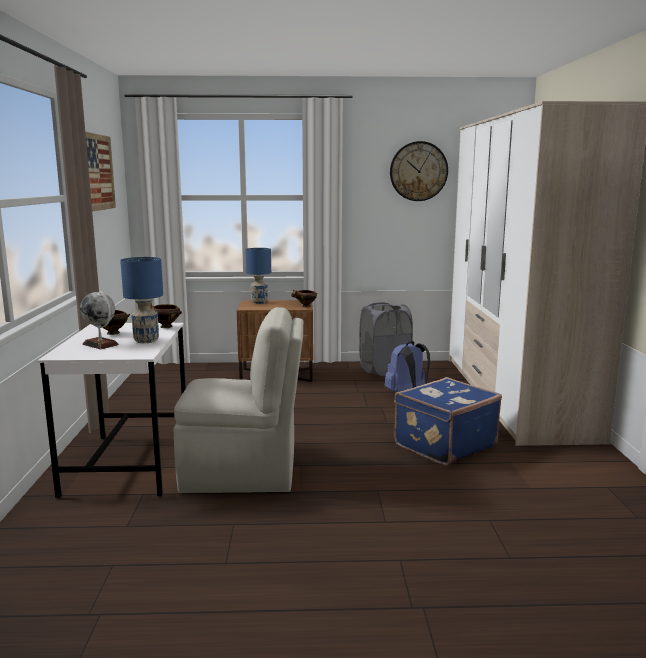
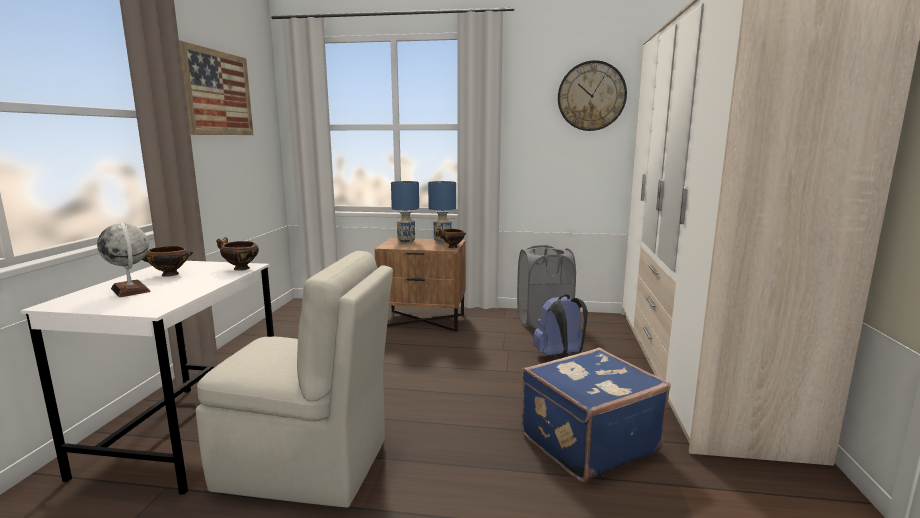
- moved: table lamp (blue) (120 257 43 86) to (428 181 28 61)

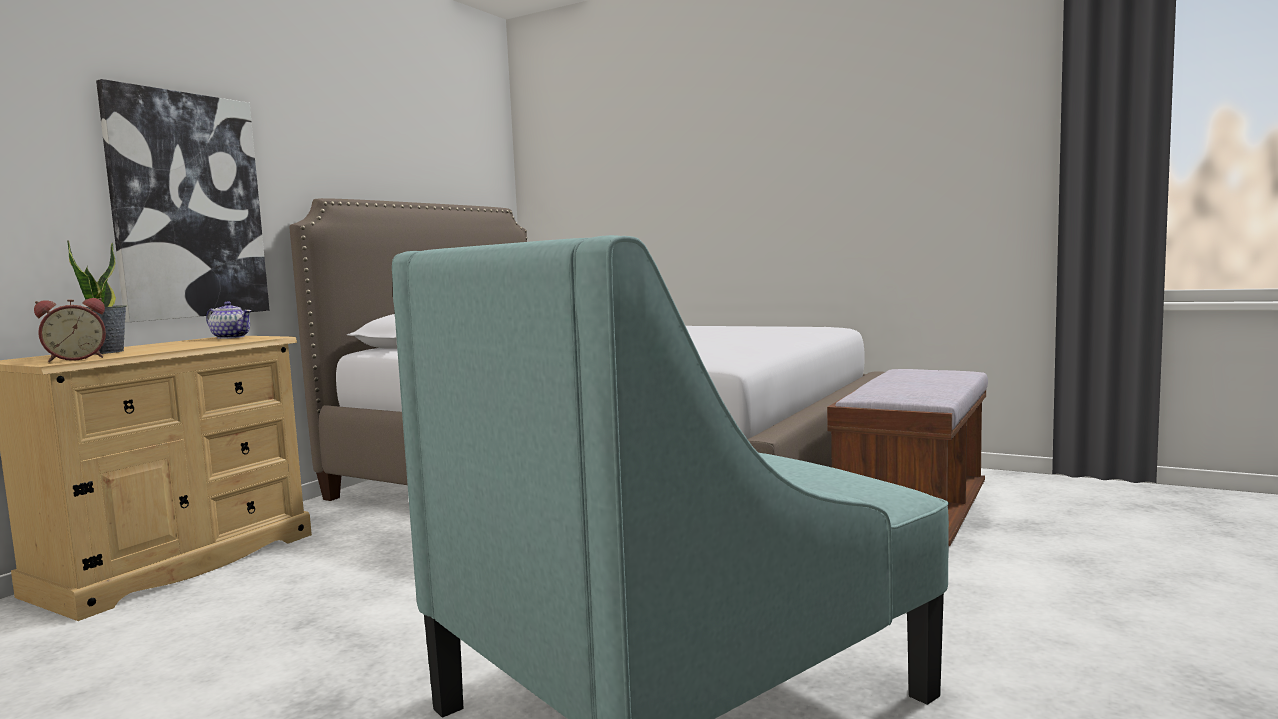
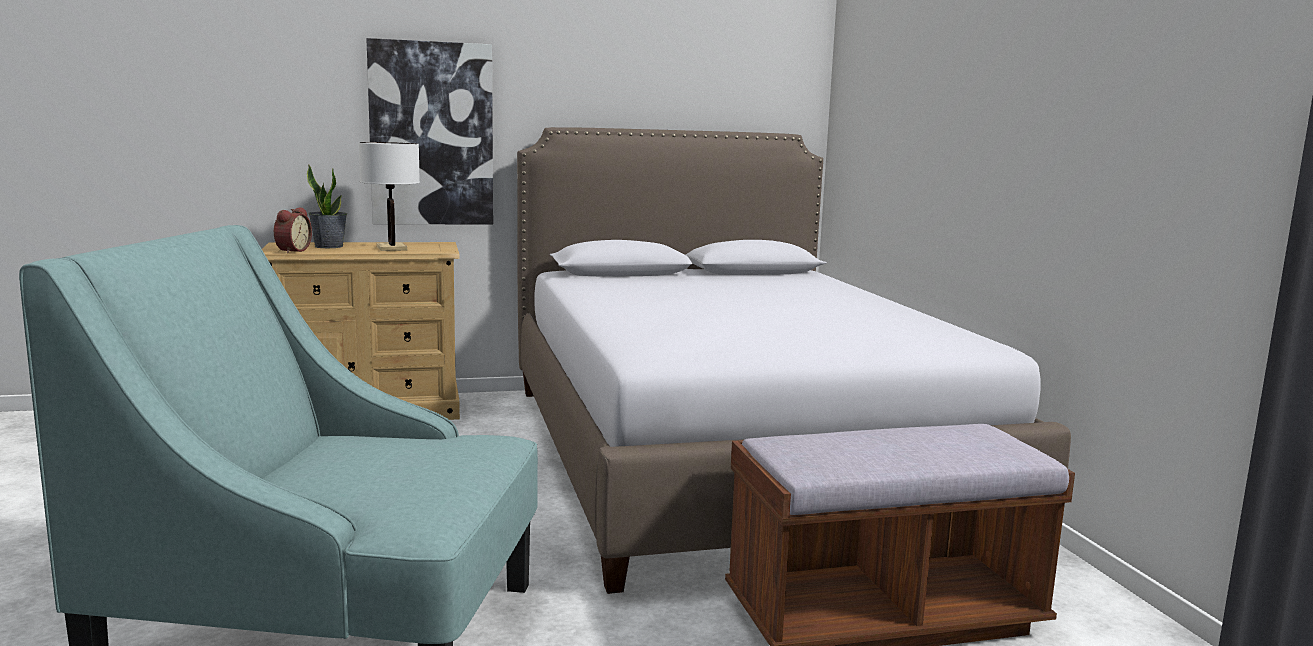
- turned: alarm clock (34 298 72 64) = (274 207 38 46) 90 degrees counterclockwise
- removed: teapot (206 301 46 38)
- added: table lamp (white) (359 142 61 109)

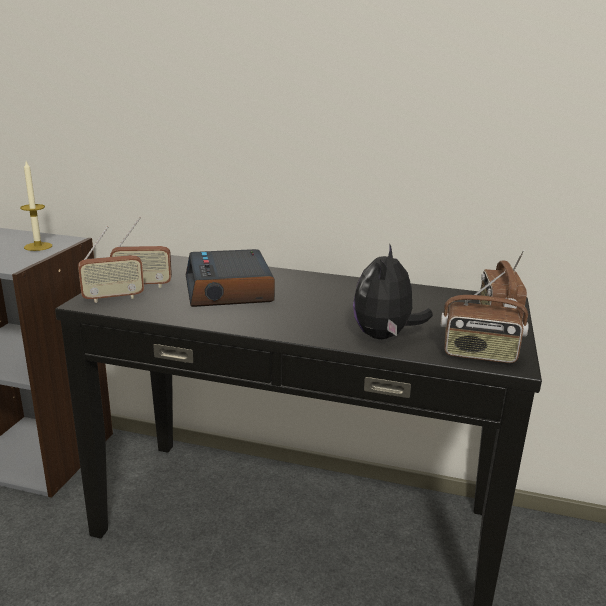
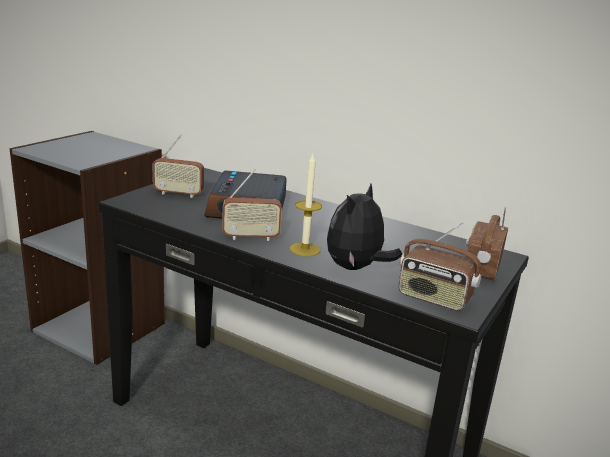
- moved: candle (20 161 32 90) to (290 154 32 102)
- moved: radio (78 226 66 77) to (222 169 60 72)

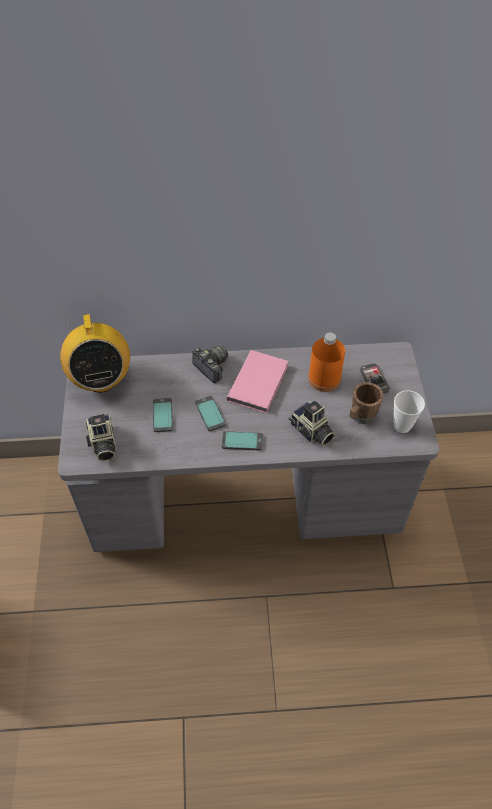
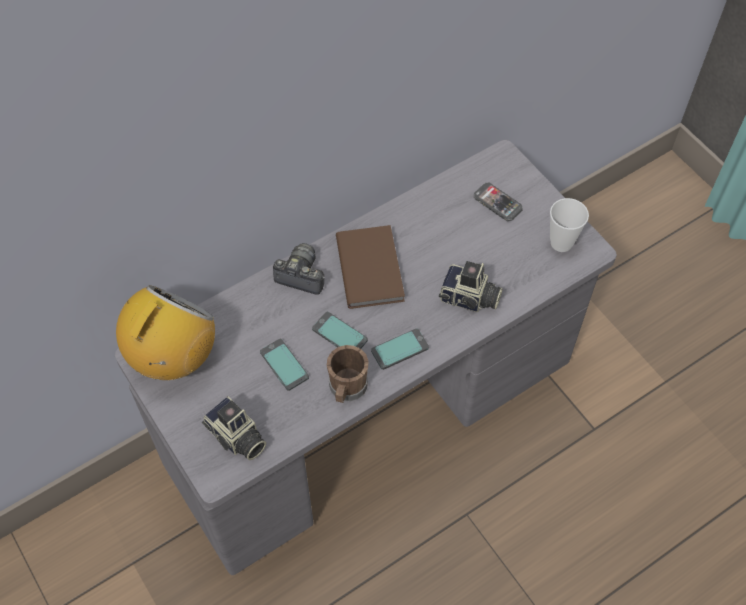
- turned: radio (60 314 70 79) = (116 285 99 95) 105 degrees counterclockwise
- removed: bottle (orange) (308 332 37 60)
- recoloured: book (pink) (227 350 62 63) to book (brown) (336 225 69 84)
- moved: mug (brown) (349 382 34 42) to (327 345 42 58)

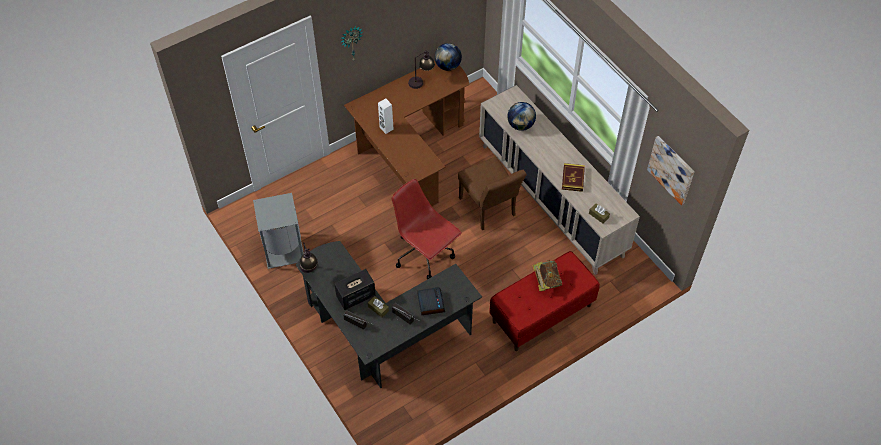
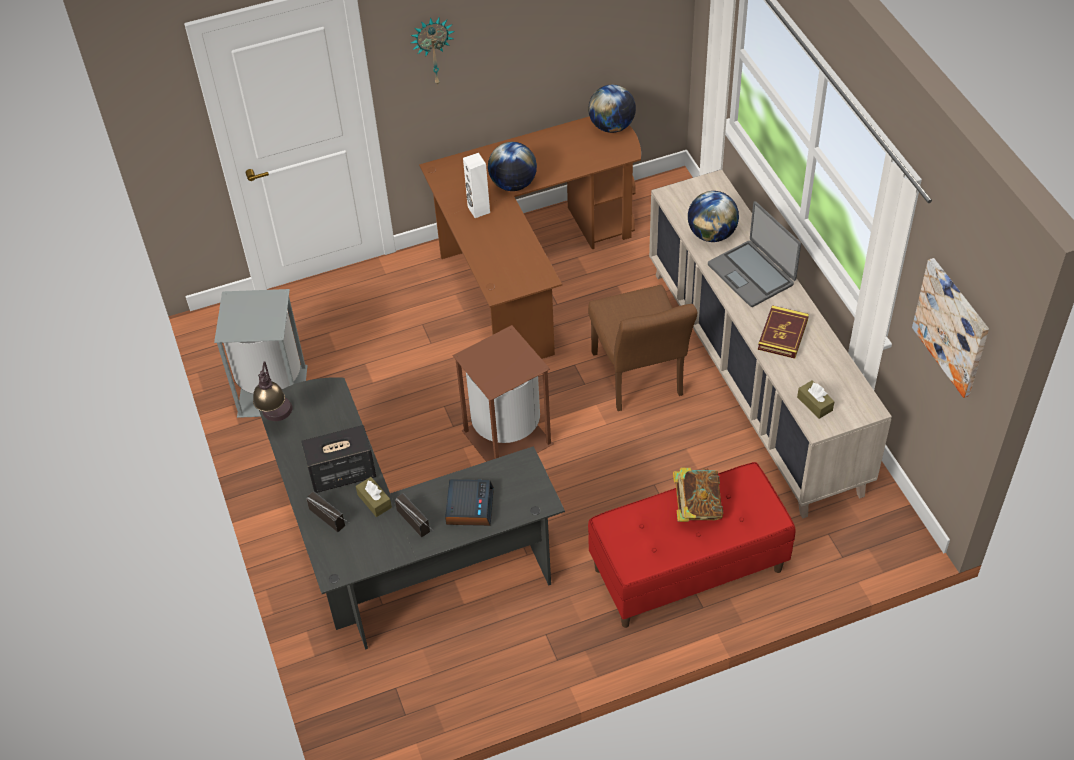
- removed: table lamp (408 50 27 39)
- replaced: office chair (red) (392 179 70 100) to trash can (brown) (452 325 101 137)
- added: globe (488 142 49 49)
- added: laptop (708 201 93 106)

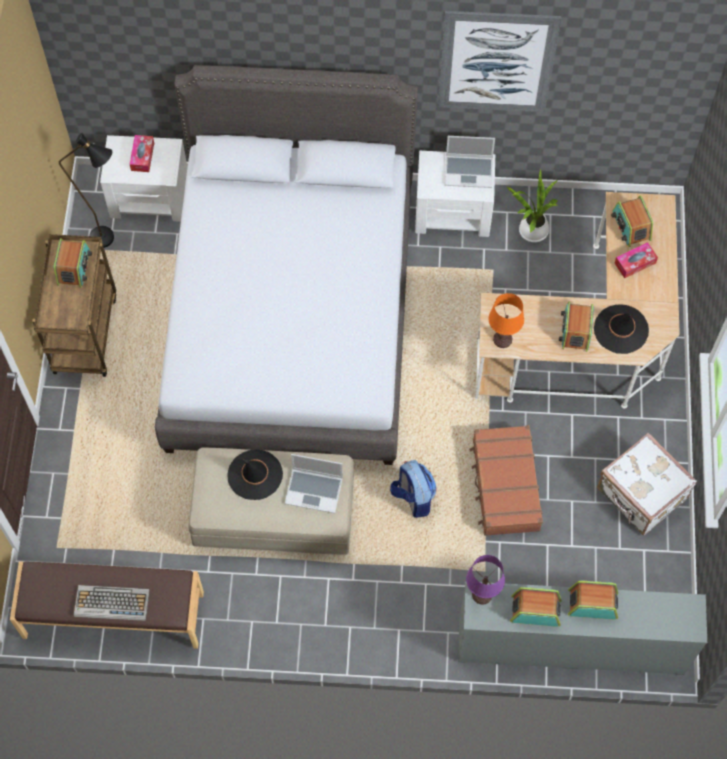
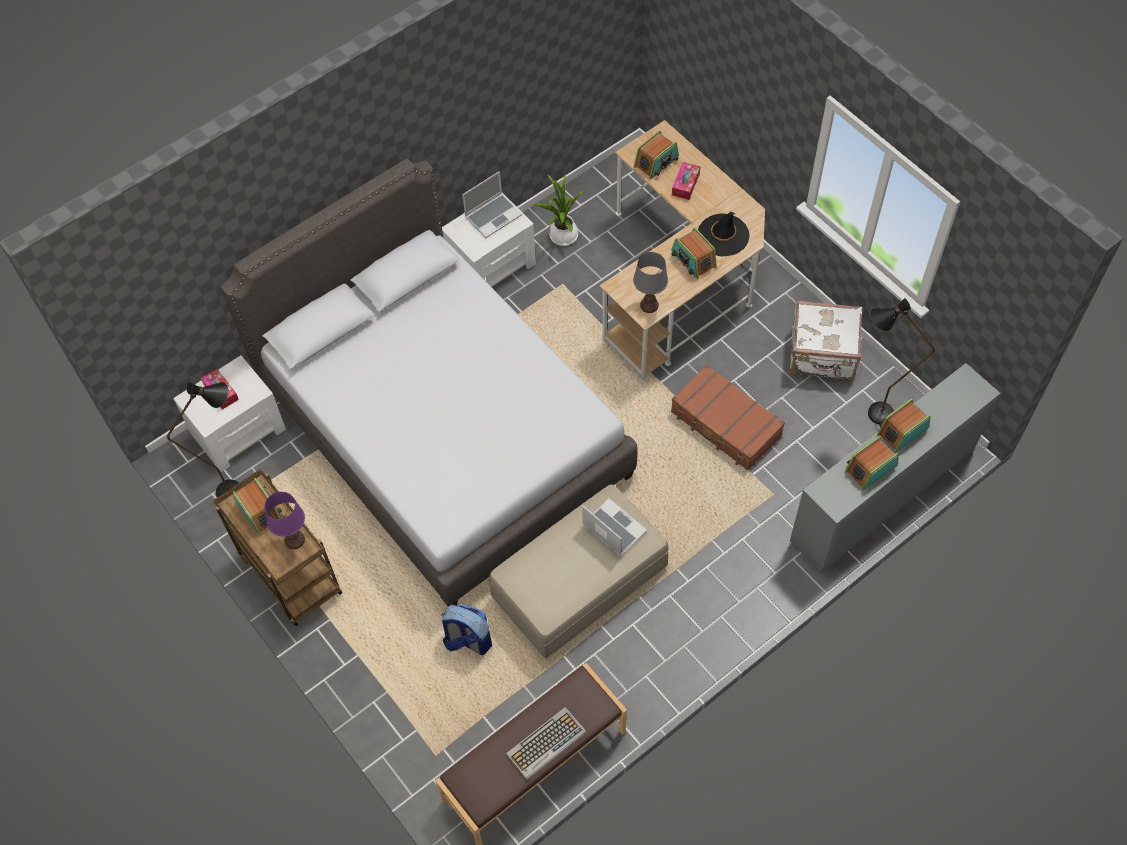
- removed: picture (438 11 124 101)
- turned: radio (611 195 42 52) = (634 130 45 50) 75 degrees counterclockwise
- recoloured: table lamp (orange) (489 293 35 55) to table lamp (grey) (633 252 35 61)
- removed: hat (black) (228 449 55 51)
- turned: laptop (285 454 58 59) = (582 498 65 59) 105 degrees counterclockwise
- moved: backpack (390 460 46 58) to (441 604 51 51)
- moved: table lamp (purple) (466 555 39 49) to (264 492 41 57)
- added: floor lamp (black) (868 298 67 127)

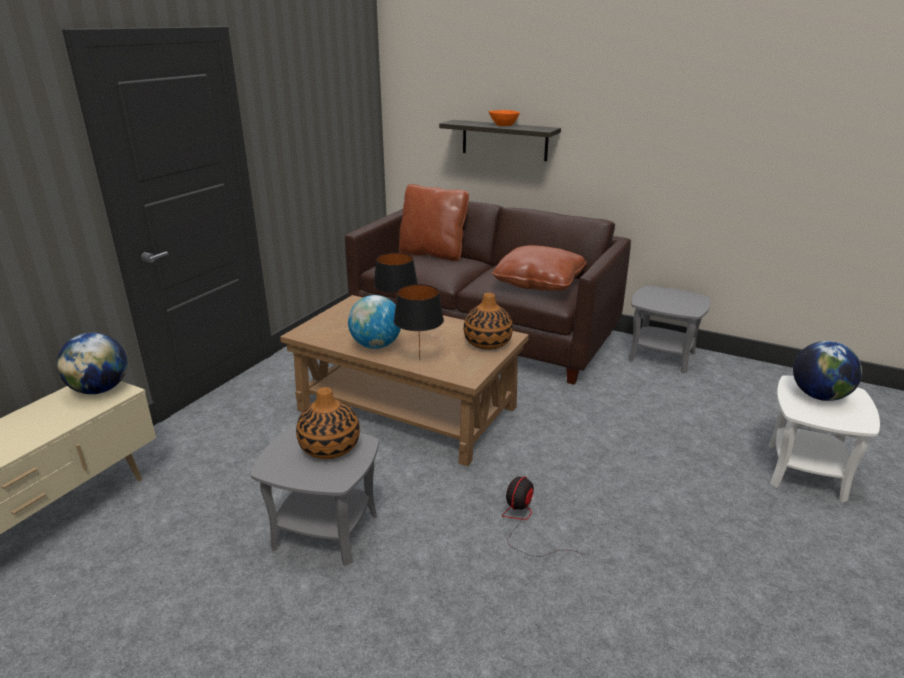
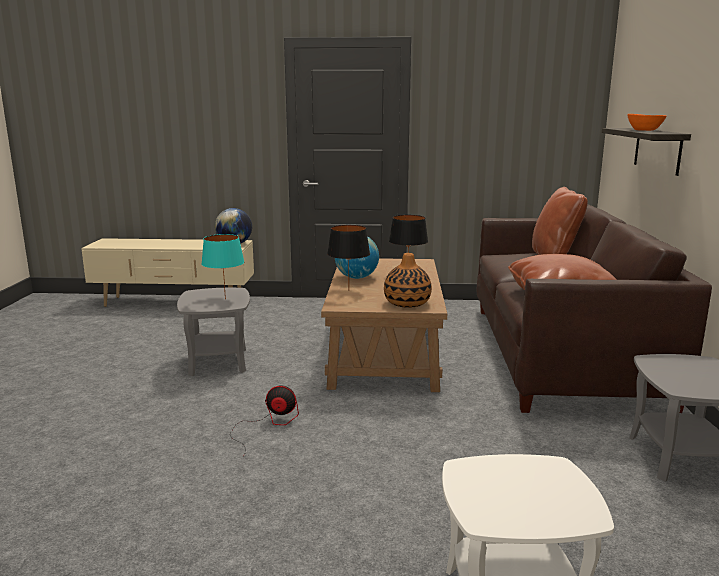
- removed: globe (793 341 69 60)
- replaced: vase (296 387 64 72) to table lamp (turquoise) (201 234 43 66)

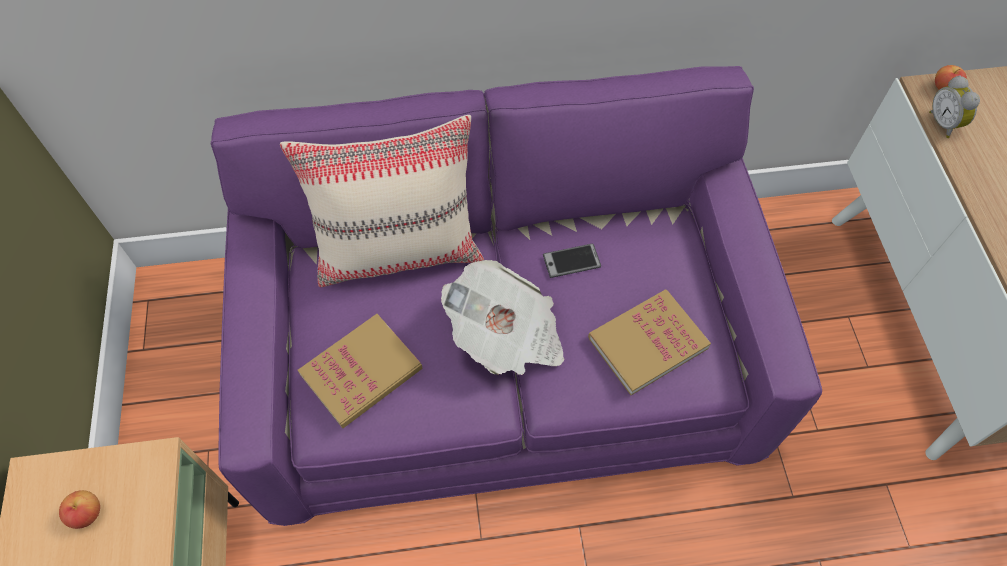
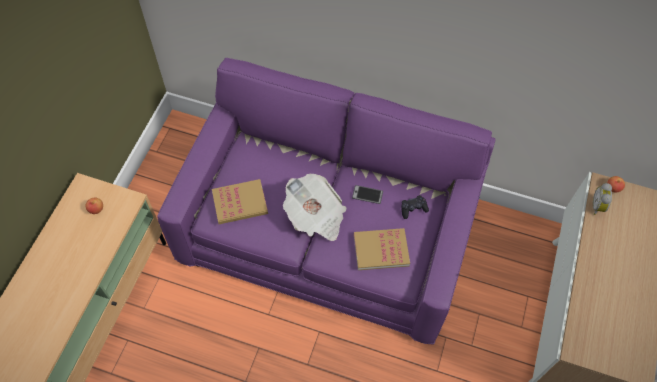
- removed: pillow (beige) (280 115 204 172)
- added: game controller (black) (401 195 28 24)

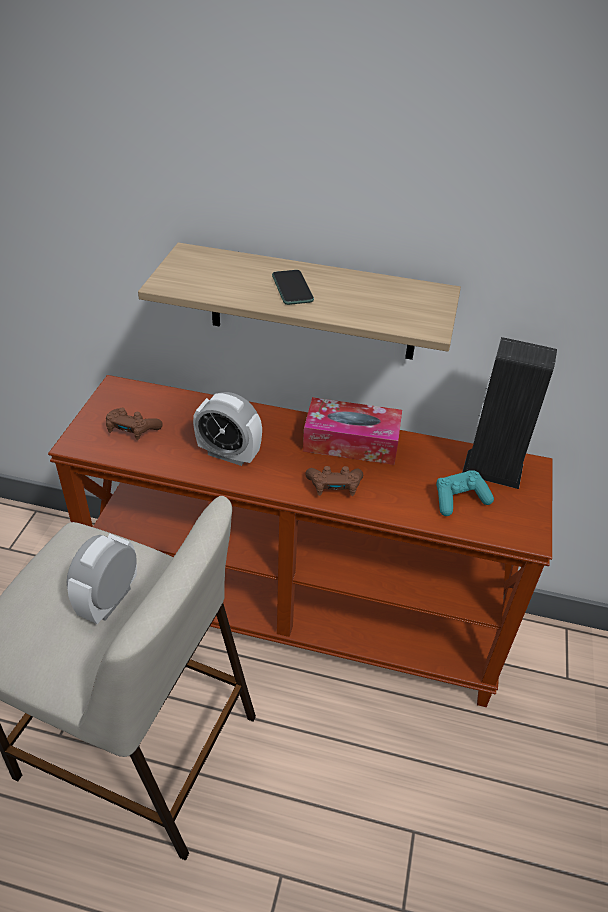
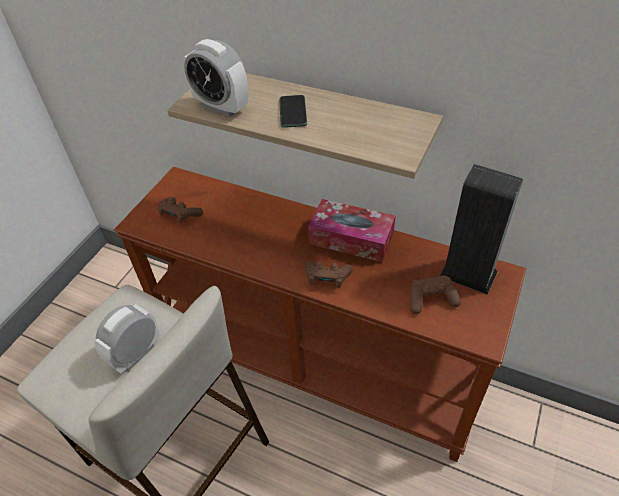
- moved: alarm clock (193 392 69 74) to (184 39 64 78)
- recoloured: game controller (turquoise) (436 470 58 46) to game controller (brown) (411 275 50 39)

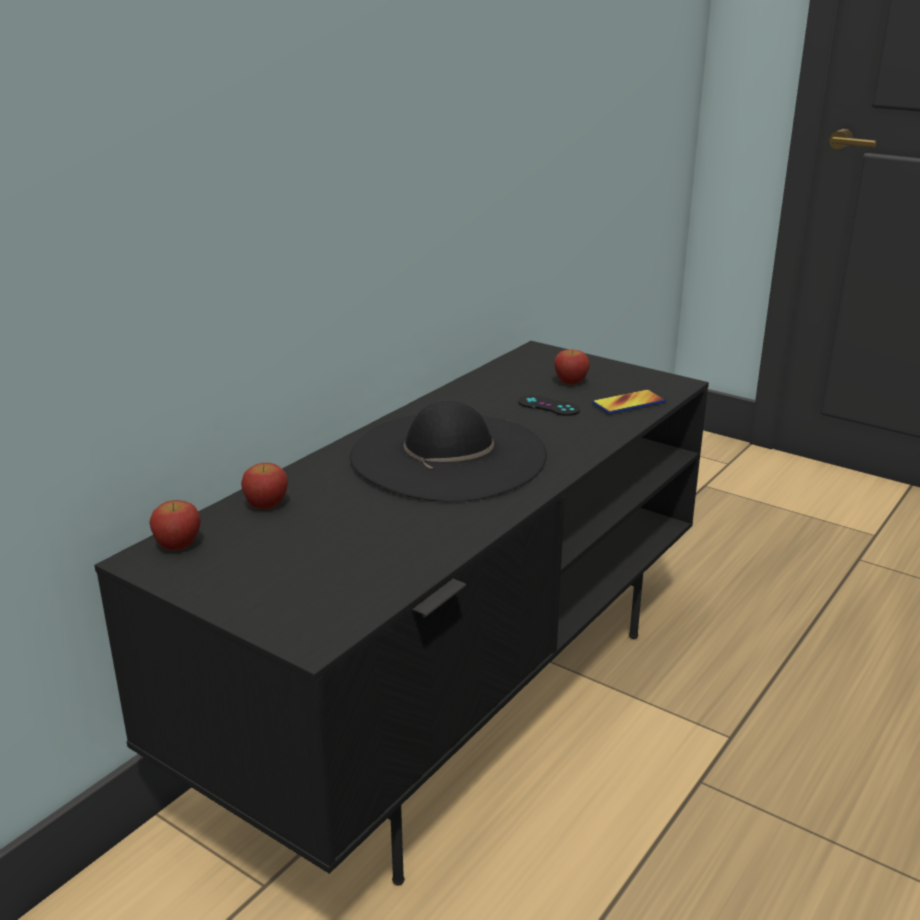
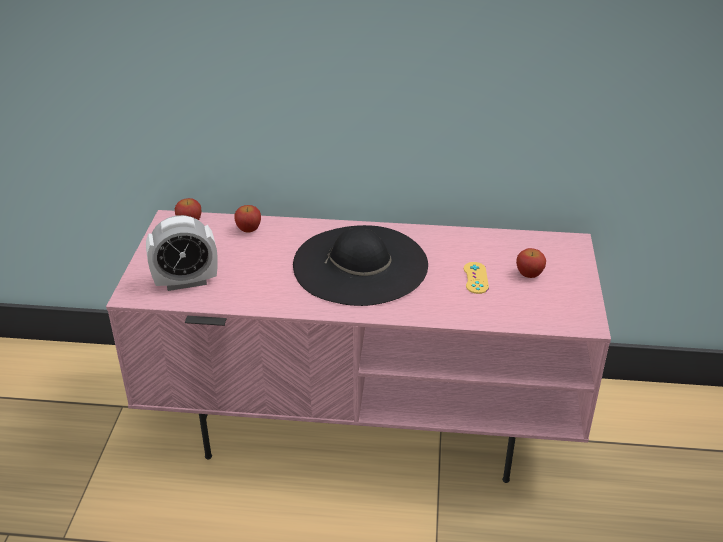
- recoloured: tv stand (black) (94 341 615 544) to tv stand (pink) (106 210 505 273)
- removed: phone (592 389 74 25)
- recoloured: game controller (black) (518 395 62 21) to game controller (yellow) (464 262 25 32)
- added: alarm clock (146 215 72 76)

